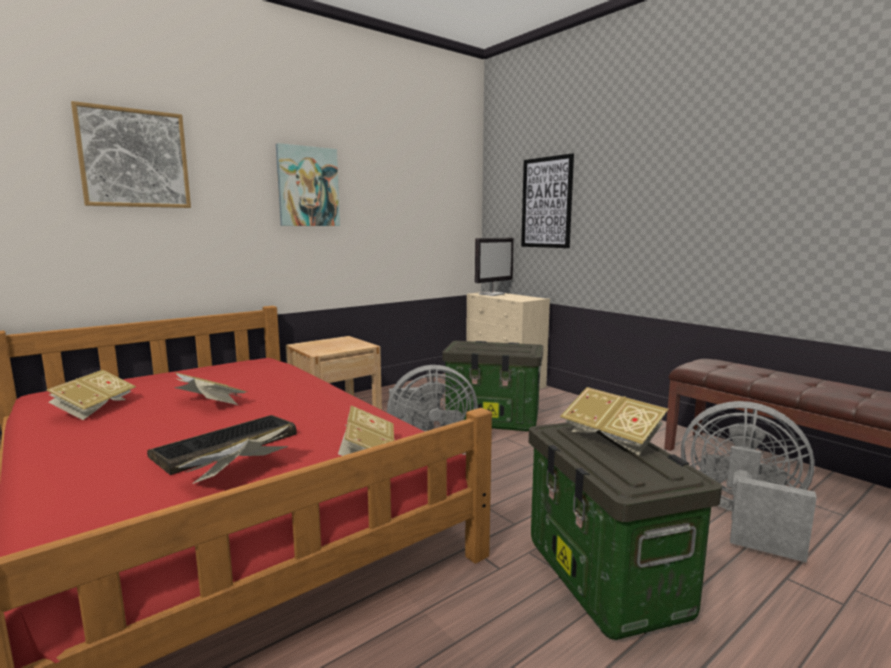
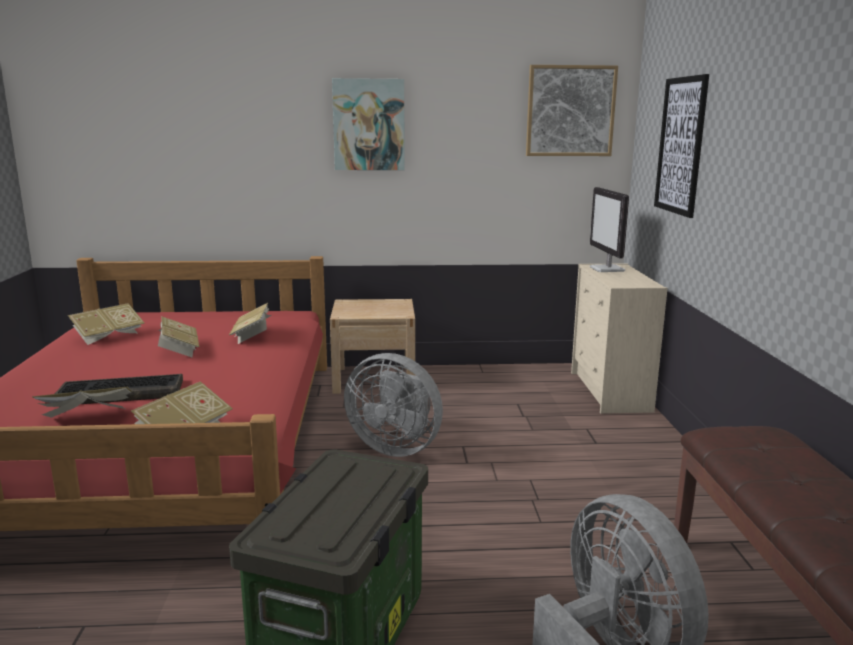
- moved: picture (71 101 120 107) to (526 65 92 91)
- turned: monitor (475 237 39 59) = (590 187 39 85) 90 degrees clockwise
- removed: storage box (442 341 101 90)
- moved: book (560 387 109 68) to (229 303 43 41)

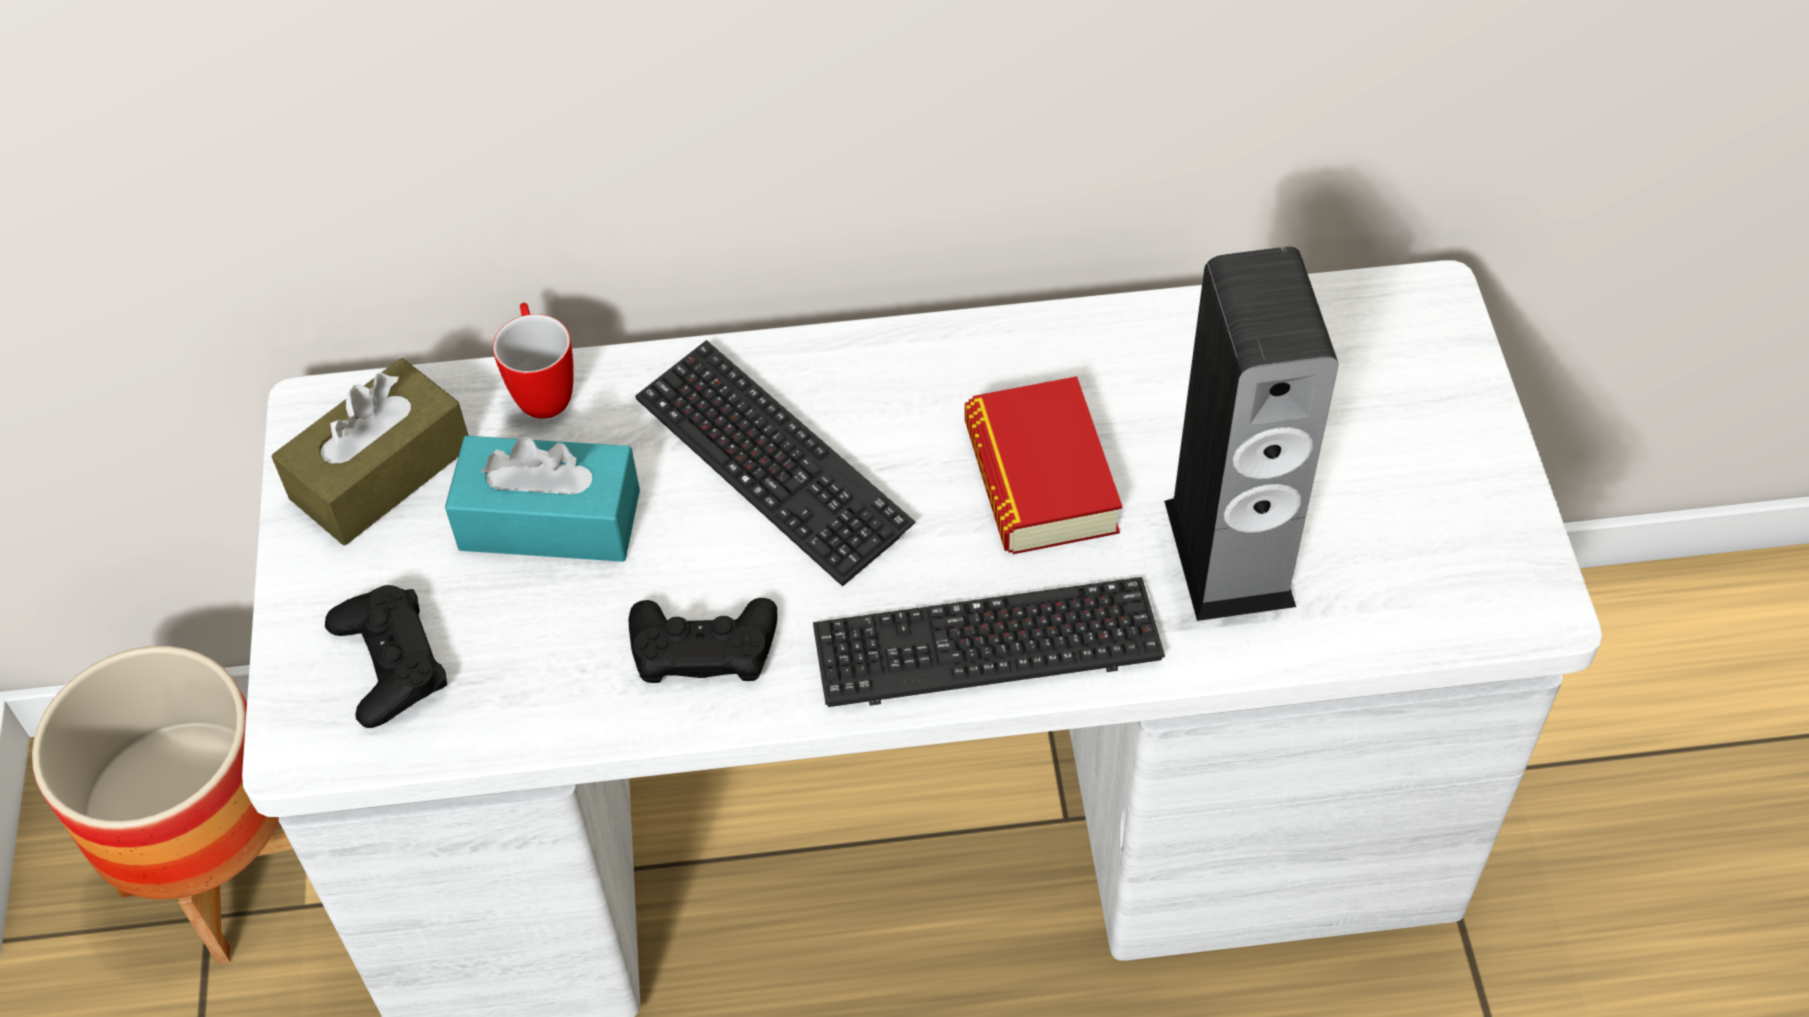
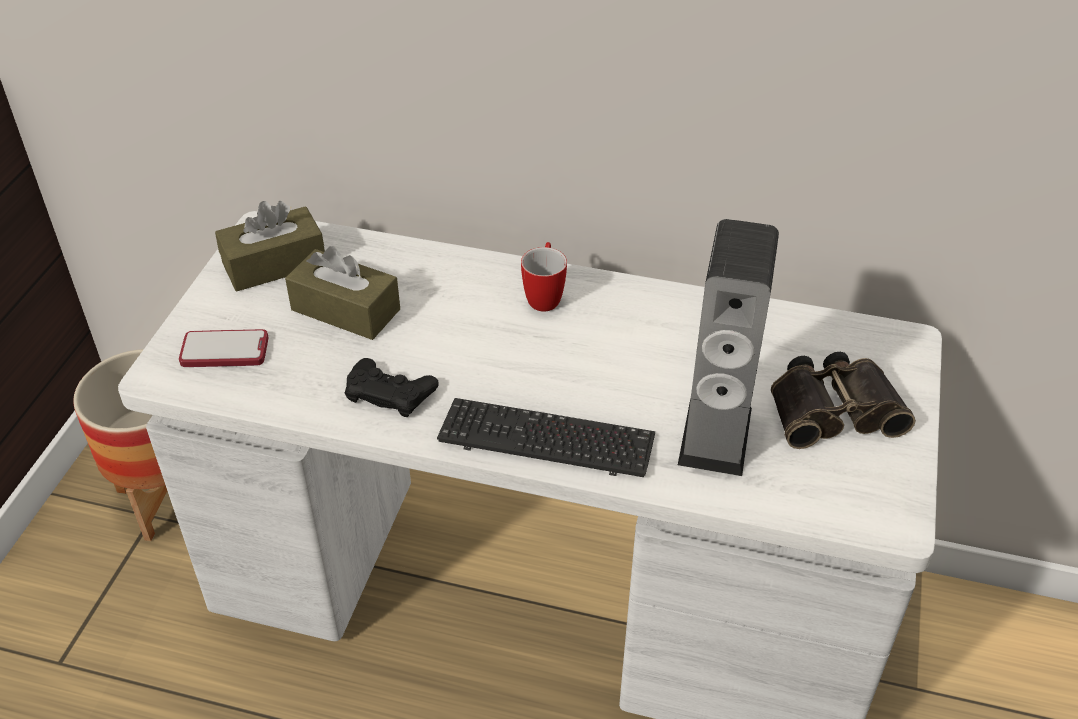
- moved: mug (493 303 81 116) to (521 242 46 70)
- removed: keyboard (635 340 280 247)
- removed: book (965 376 157 178)
- recoloured: tissue box (turquoise) (445 436 195 126) to tissue box (brown) (285 246 115 94)
- replaced: game controller (black) (325 585 122 143) to phone (179 329 89 38)
- added: binoculars (771 352 145 97)

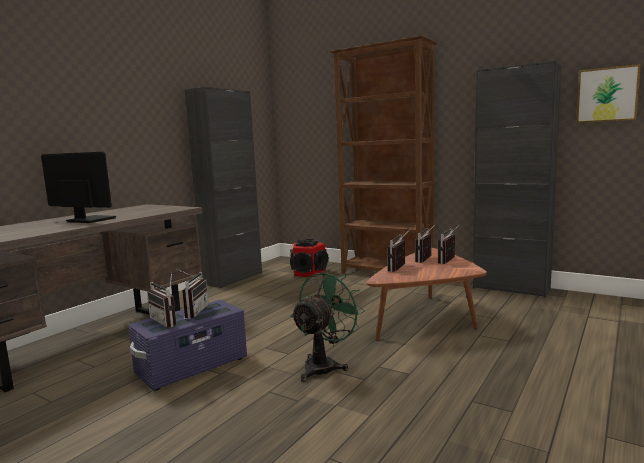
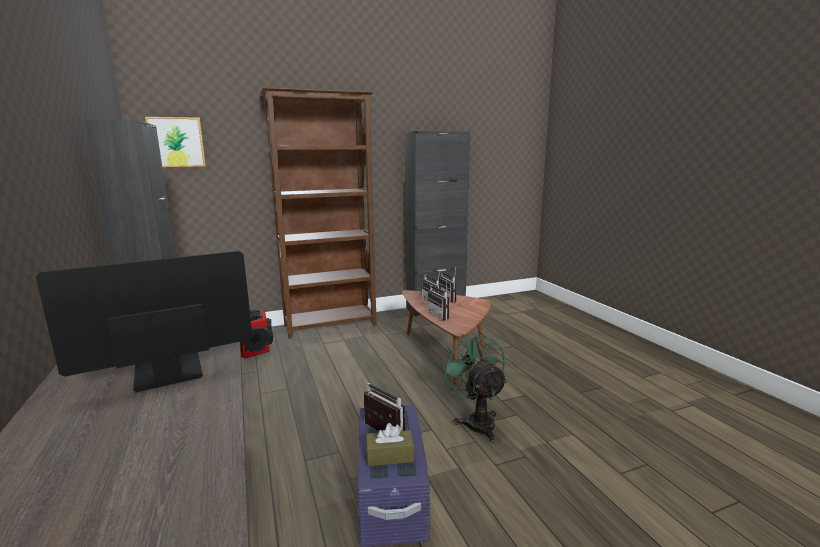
- moved: picture (576 64 65 59) to (145 117 61 50)
- replaced: radio (147 272 29 56) to tissue box (brown) (366 423 48 43)

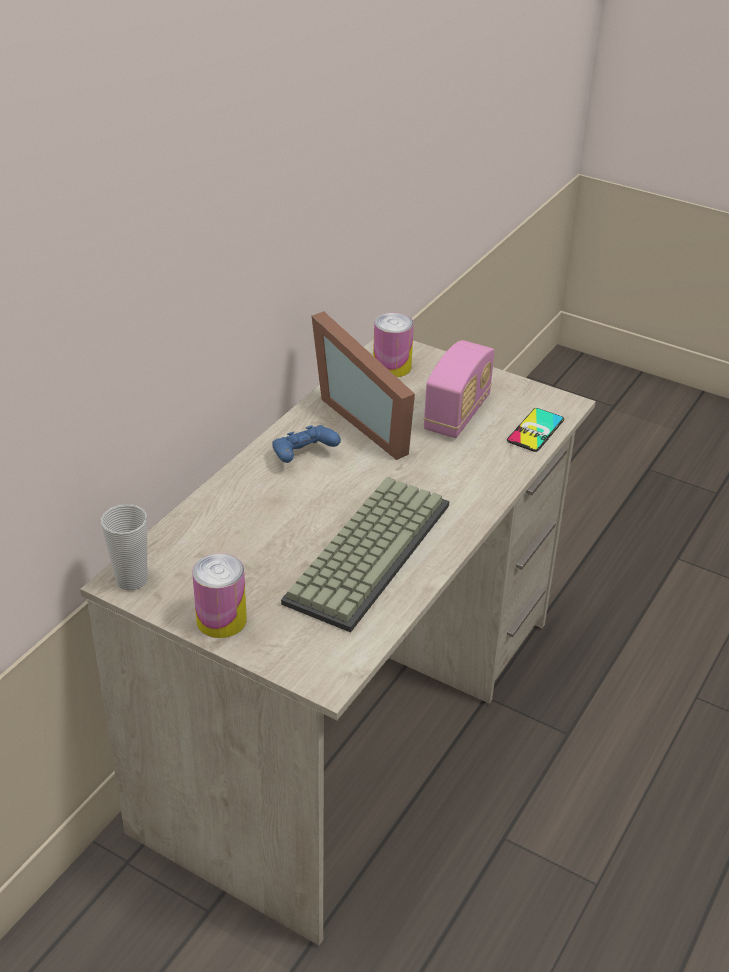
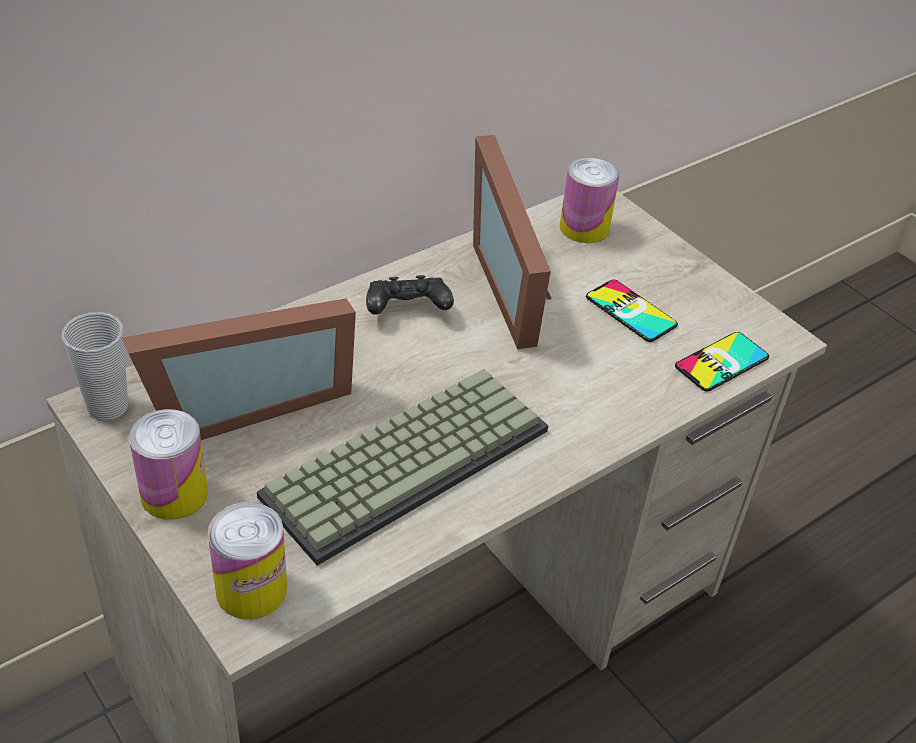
- replaced: radio (424 340 71 98) to phone (586 280 92 62)
- recoloured: game controller (blue) (272 425 69 38) to game controller (black) (366 275 88 40)
- added: picture frame (122 298 234 142)
- added: can (208 502 79 117)

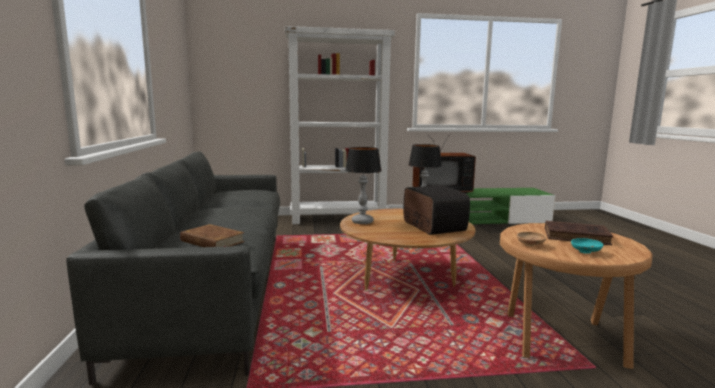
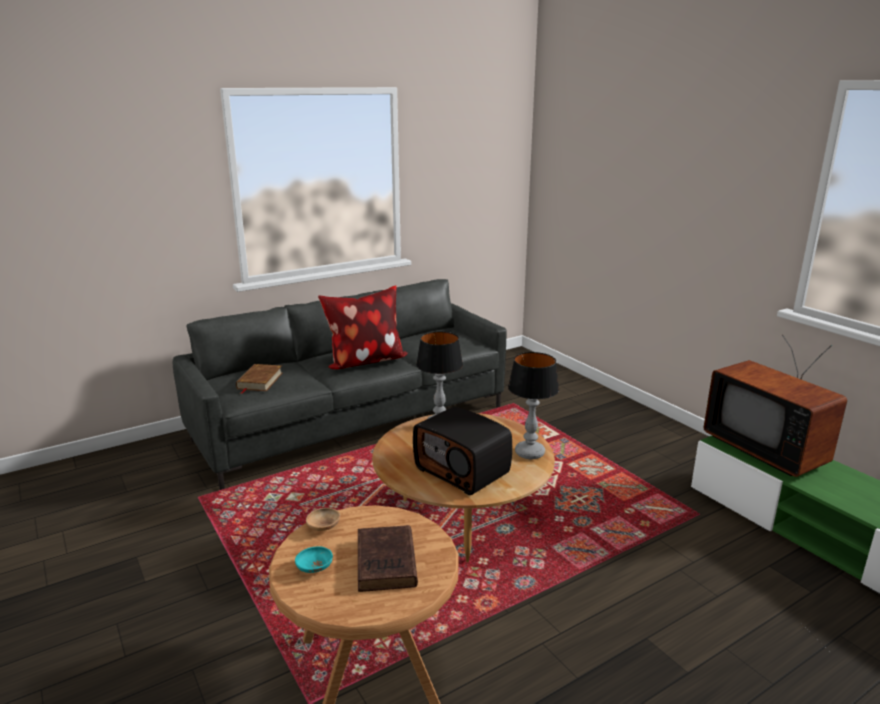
- removed: bookcase (white) (285 26 110 198)
- turned: radio (404 185 66 50) = (413 407 99 88) 90 degrees clockwise
- added: pillow (318 285 89 84)

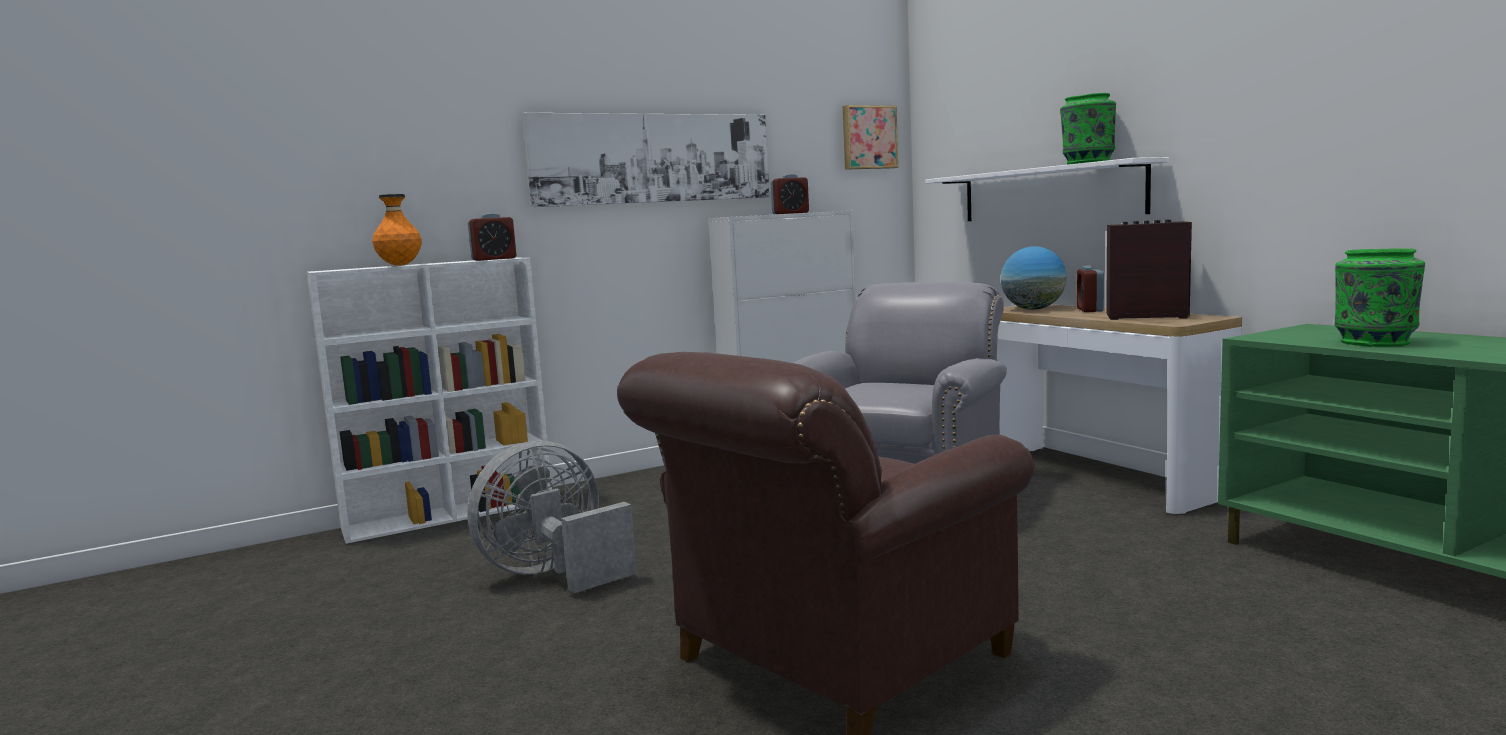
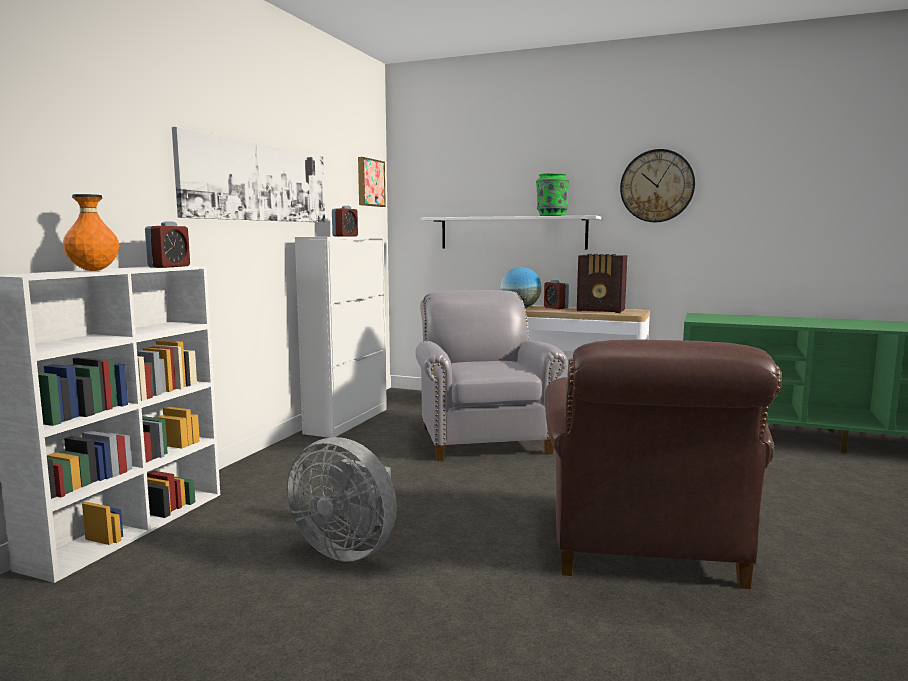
- turned: radio (1106 220 86 100) = (577 254 50 59) 135 degrees counterclockwise
- removed: vase (green) (1335 248 90 99)
- turned: fan (grey) (467 441 170 152) = (287 437 110 124) 75 degrees counterclockwise
- added: wall clock (620 149 75 73)

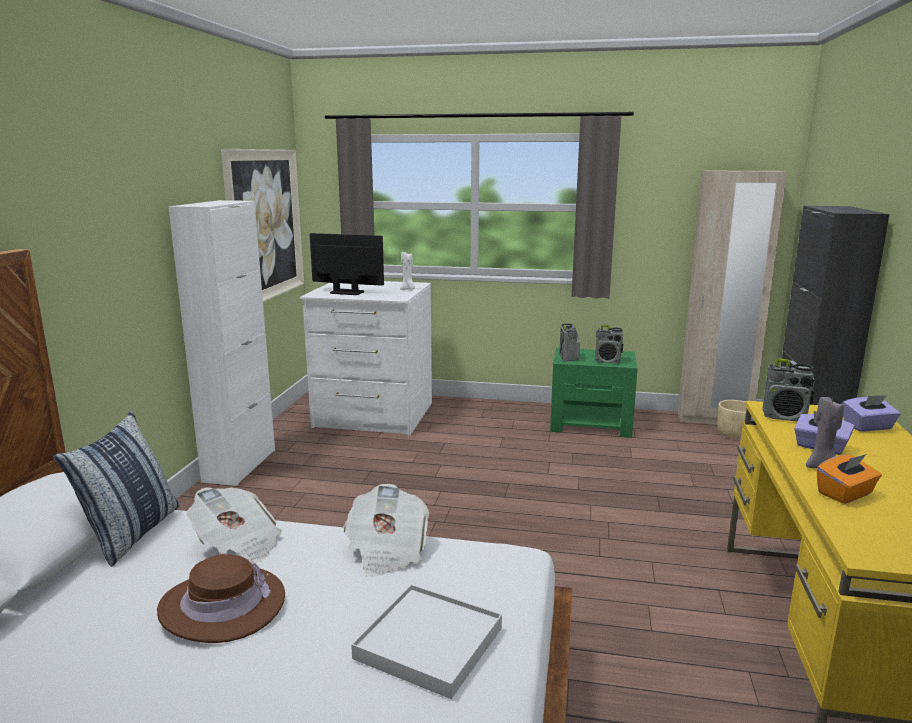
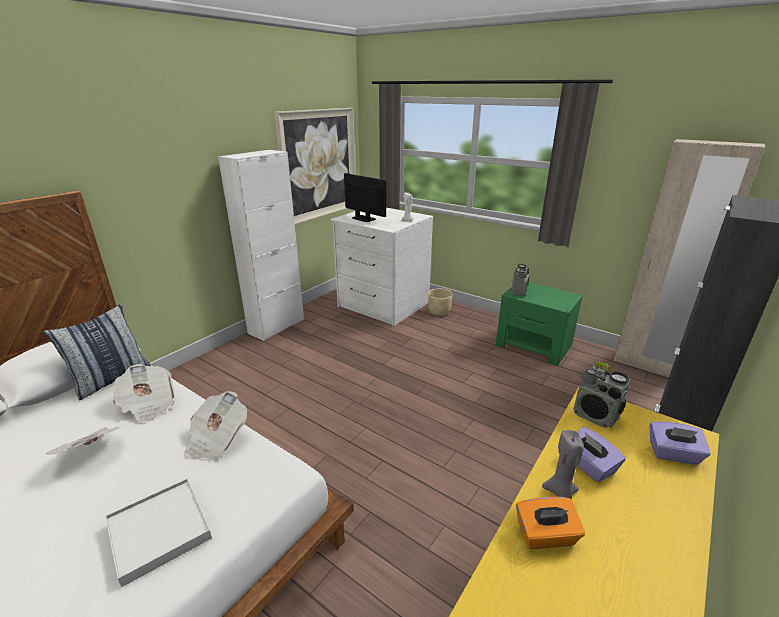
- removed: radio (595 325 28 38)
- moved: planter (beige) (717 400 37 39) to (428 289 25 27)
- replaced: hat (brown) (157 554 128 89) to newspaper (46 427 75 28)

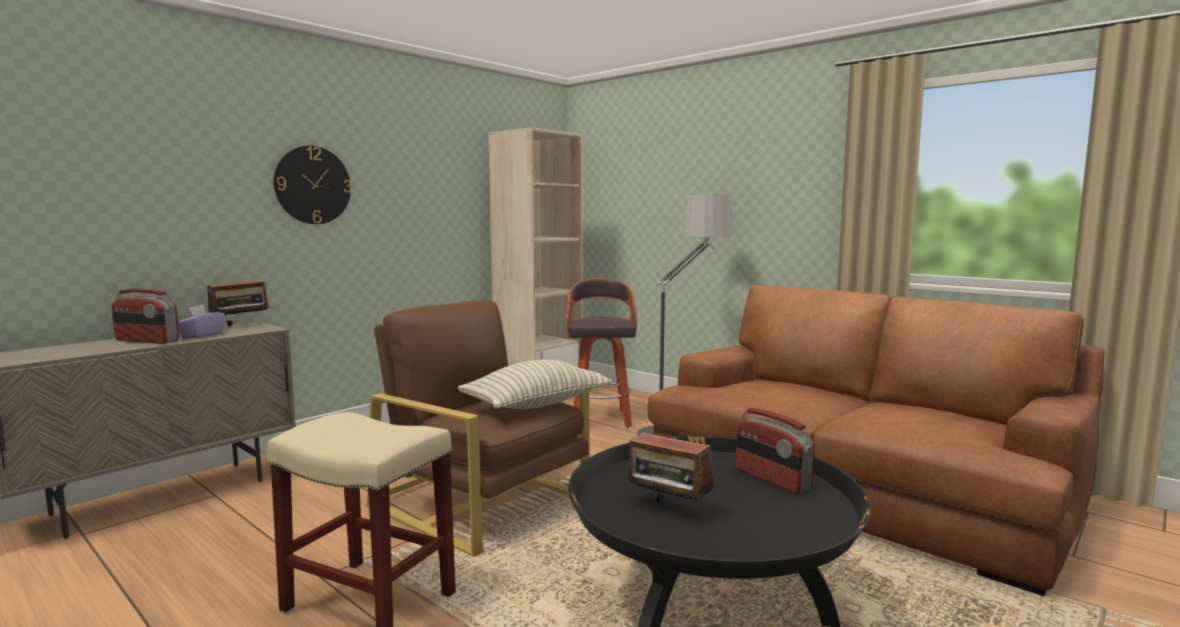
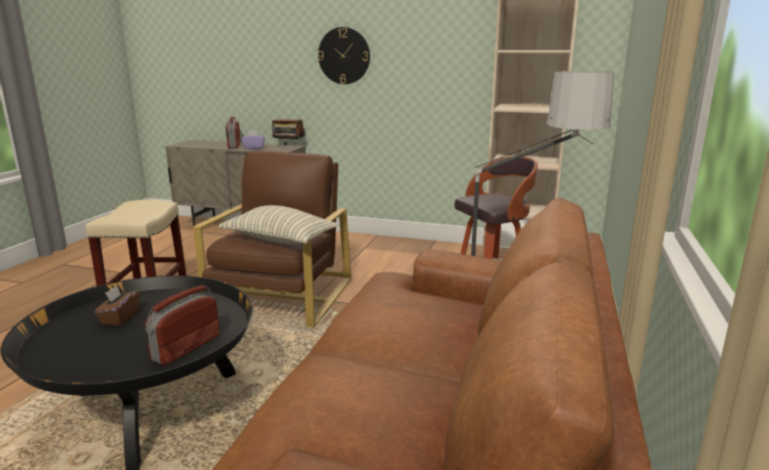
- replaced: radio (628 422 86 81) to tissue box (brown) (94 285 46 41)

